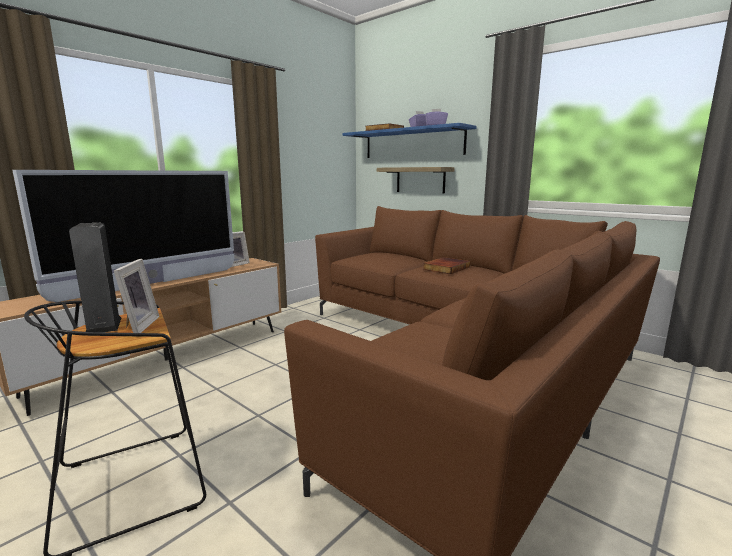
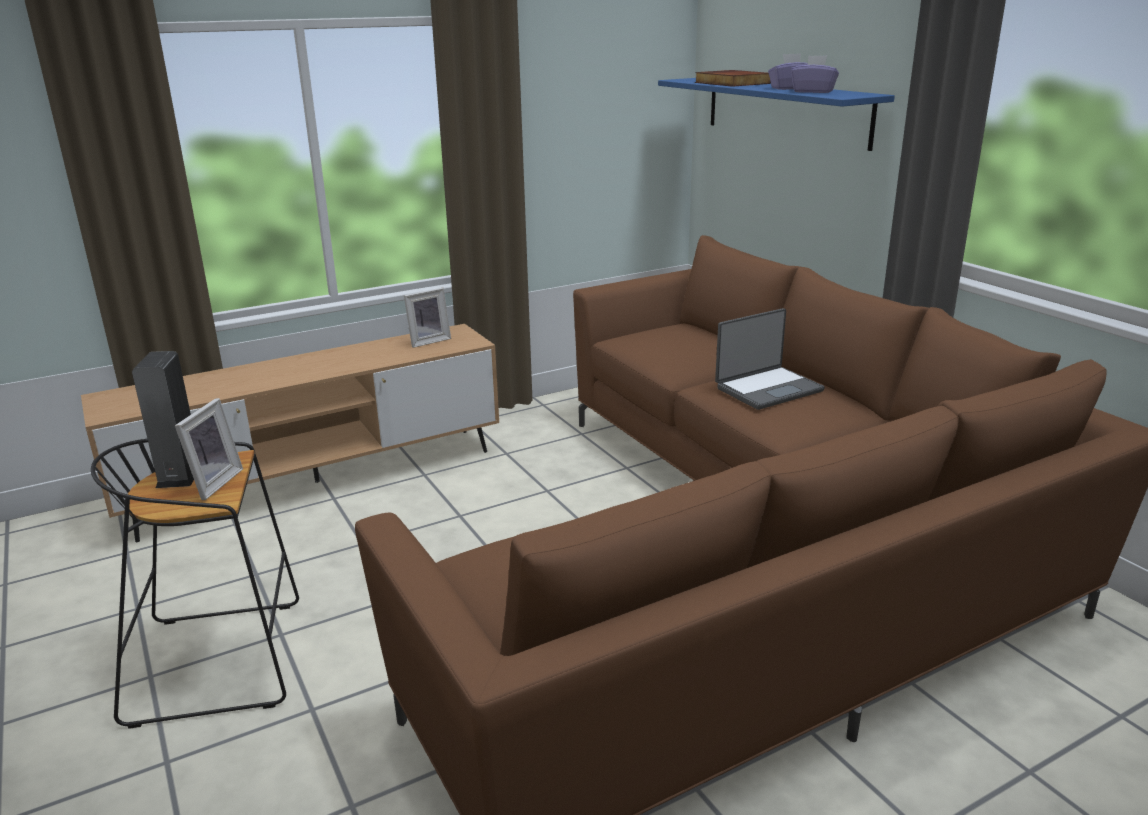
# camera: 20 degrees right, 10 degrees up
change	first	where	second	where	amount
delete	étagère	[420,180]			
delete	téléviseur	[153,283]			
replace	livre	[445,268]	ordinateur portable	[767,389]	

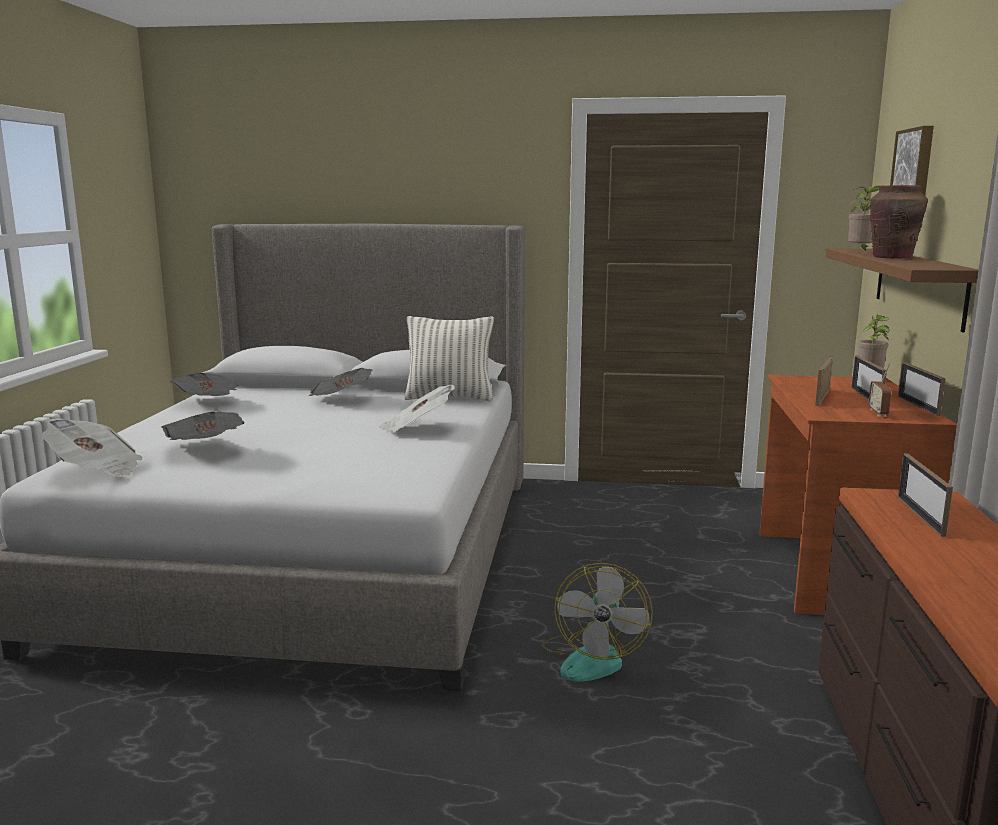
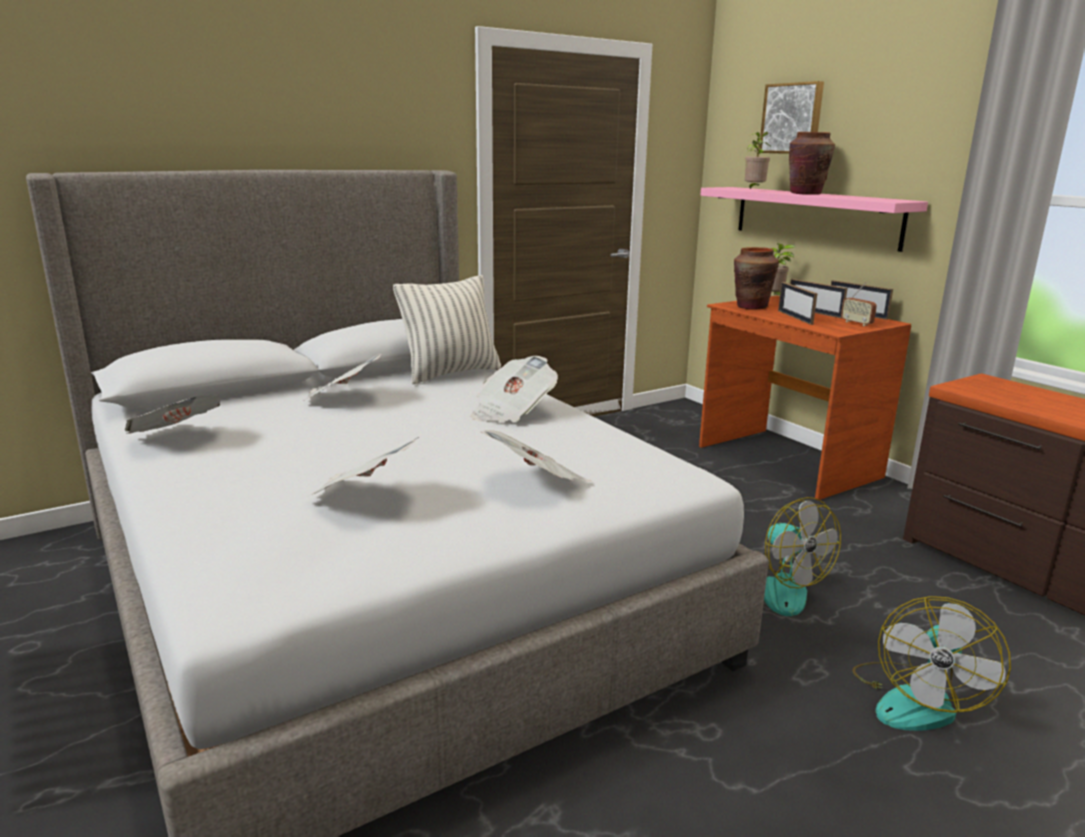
# camera: 40 degrees left, 5 degrees up
change	first	where	second	where	amount
recolor	étagère/marron	[918,285]	étagère/rose	[815,216]	
move	journal	[97,470]		[536,483]	
delete	cadre photo	[920,516]			
insert			vase/marron	[751,307]	
insert			ventilateur	[916,700]	

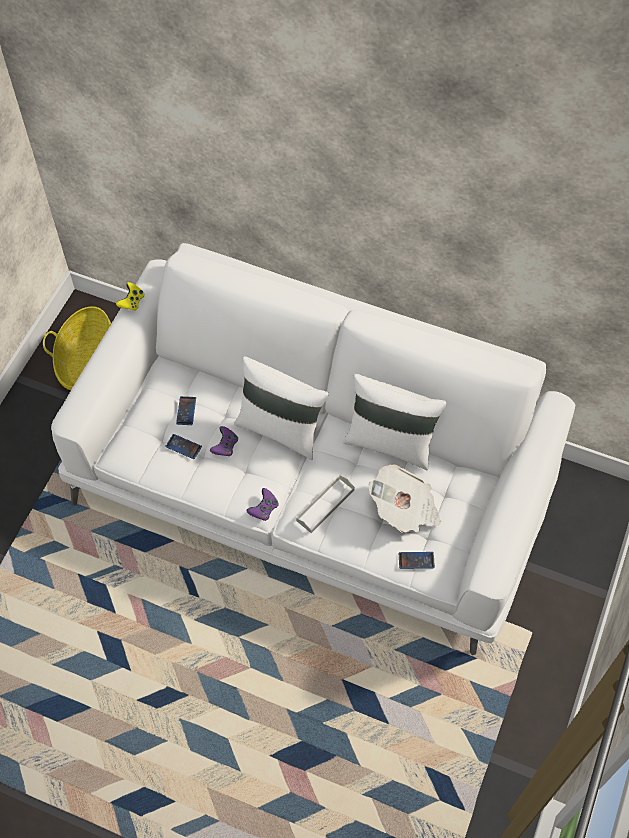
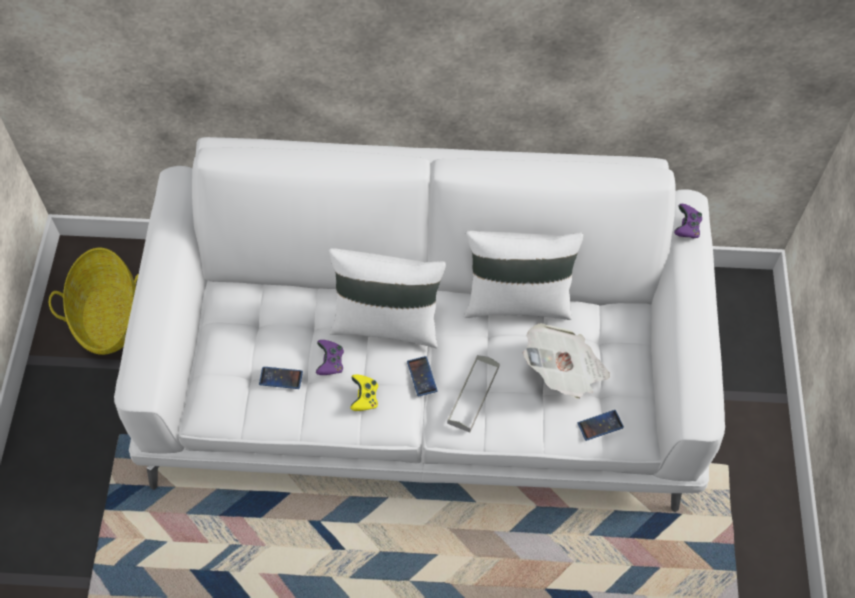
# camera: 20 degrees left, 0 degrees up
change	first	where	second	where	amount
move	manette/jaune	[132,302]		[364,398]	
move	téléphone	[186,411]		[422,376]	
move	manette/violet	[264,509]		[686,228]	

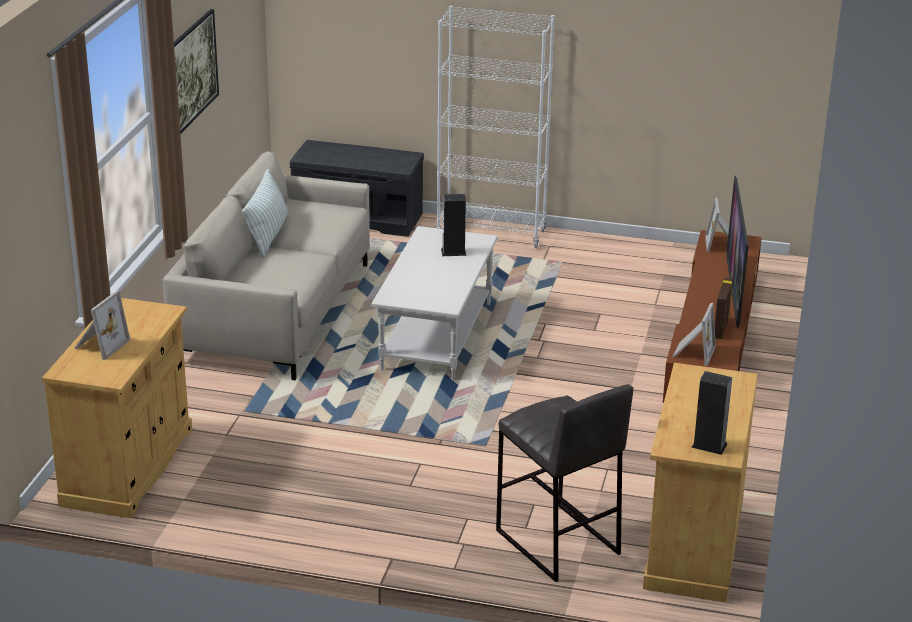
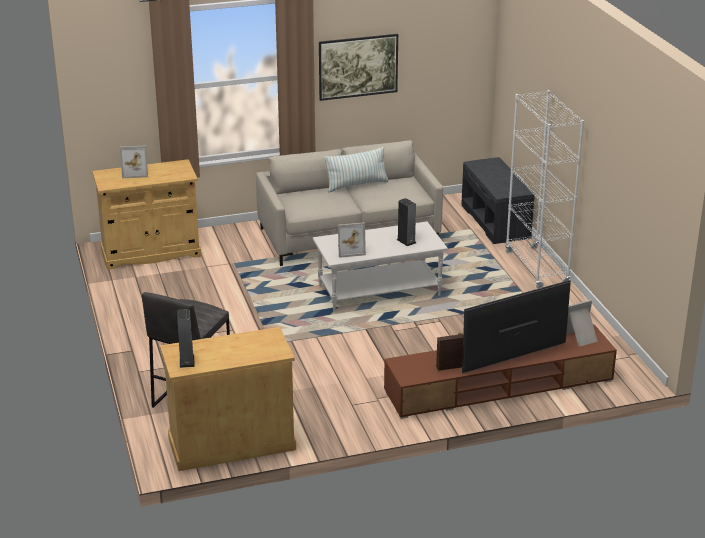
# camera: 60 degrees right, 0 degrees up
change	first	where	second	where	amount
move	cadre photo	[692,353]		[350,250]	

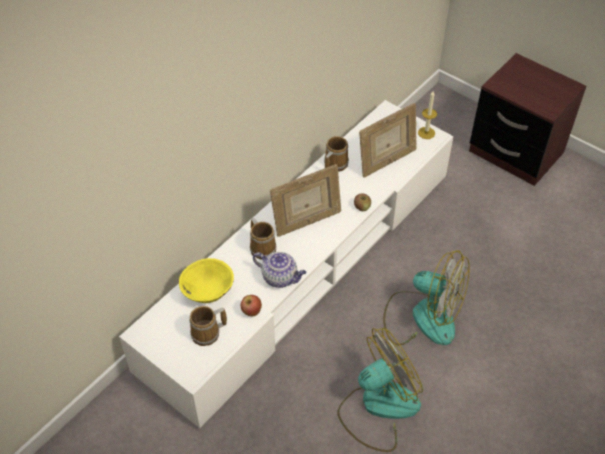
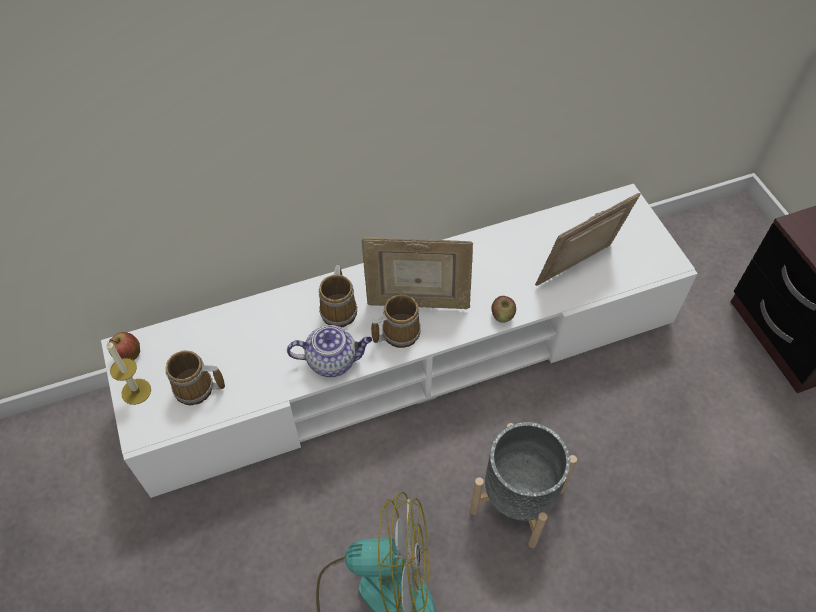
# camera: 30 degrees right, 5 degrees up
change	first	where	second	where	amount
move	bougie	[426,133]		[136,391]	
rotate	cadre photo	[386,162]		[578,268]	150 degrees clockwise
move	mug	[334,164]		[398,332]	
replace	ventilateur	[422,316]	cache-pot/gris	[516,500]	
rotate	théière	[280,277]		[333,360]	60 degrees counterclockwise
delete	bol/jaune	[208,292]			
move	pomme	[251,312]		[128,355]	

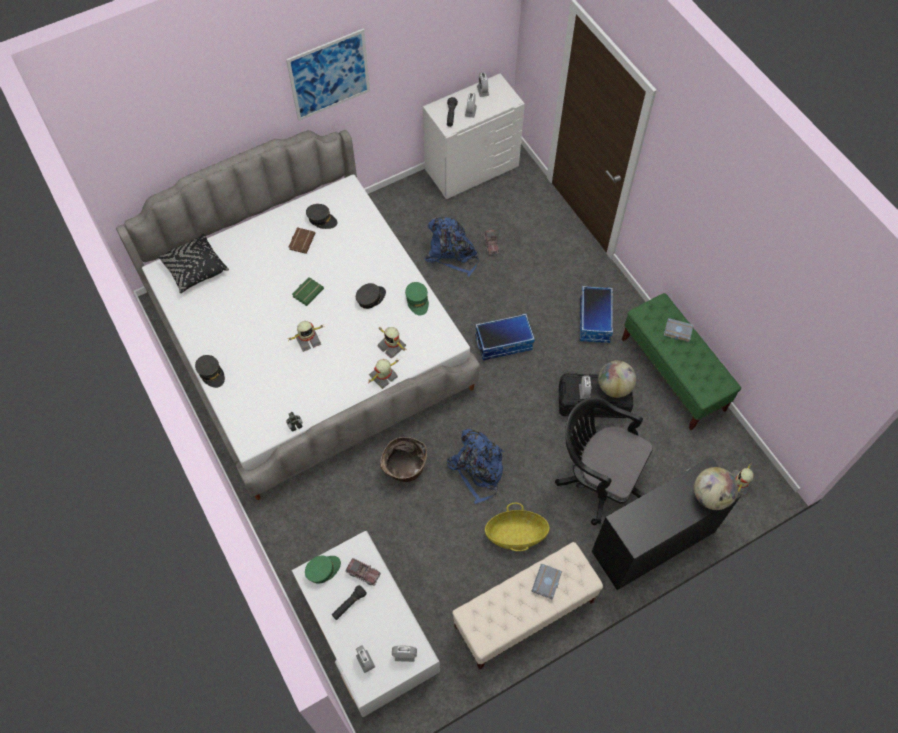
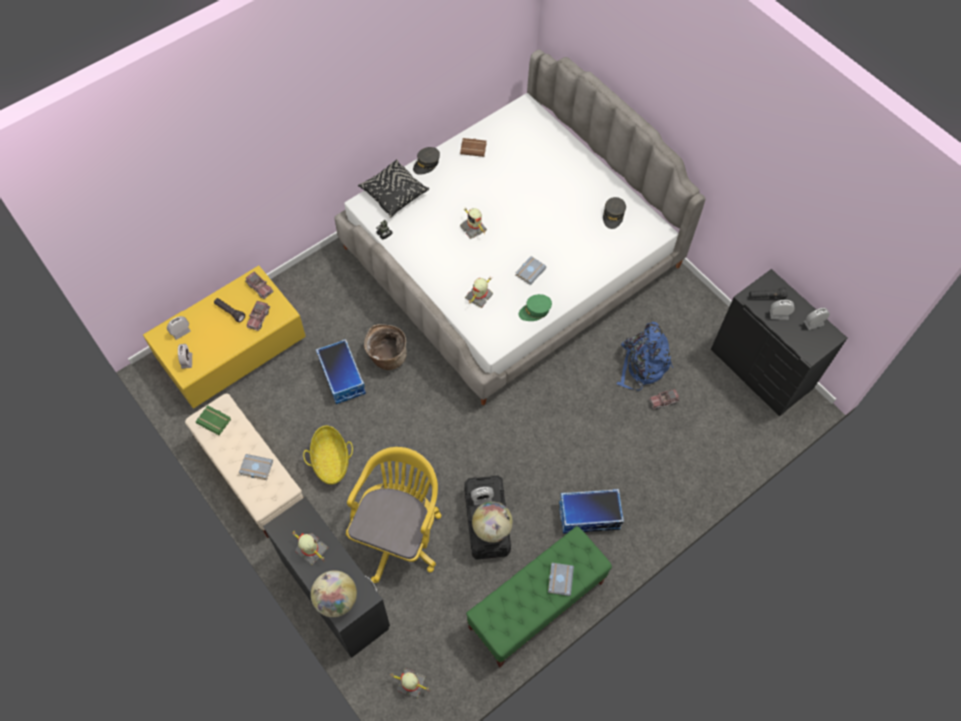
# camera: 80 degrees right, 0 degrees up
change	first	where	second	where	amount
delete	tableau	[329,75]			
recolor	commode/blanc	[471,168]	commode/noir	[762,369]	
move	livre/marron	[301,241]		[474,148]	
move	coussin/noir	[195,269]		[394,194]	
move	livre/vert	[308,292]		[215,421]	
replace	casquette/gris	[371,298]	livre/gris	[530,271]	
move	boîte de rangement	[504,342]		[343,377]	
move	robot jouet	[384,377]		[311,550]	
recolor	chaise de bureau/noir	[597,479]	chaise de bureau/jaune	[398,533]	
delete	sac à dos/bleu	[478,469]			
recolor	table basse/blanc	[368,630]	table basse/jaune	[232,351]	
replace	casquette/vert	[323,570]	camion jouet	[260,288]	

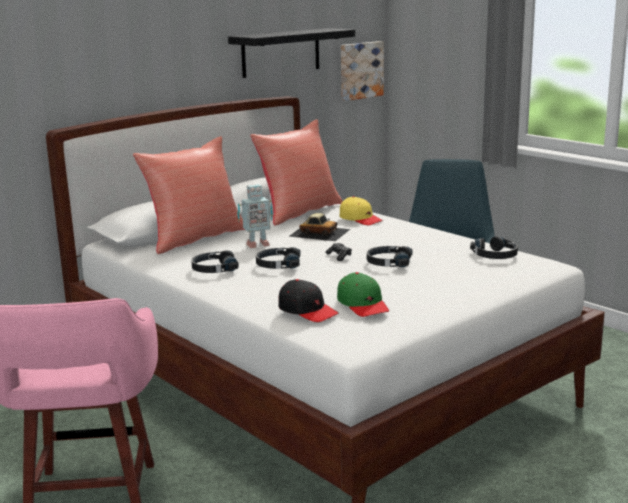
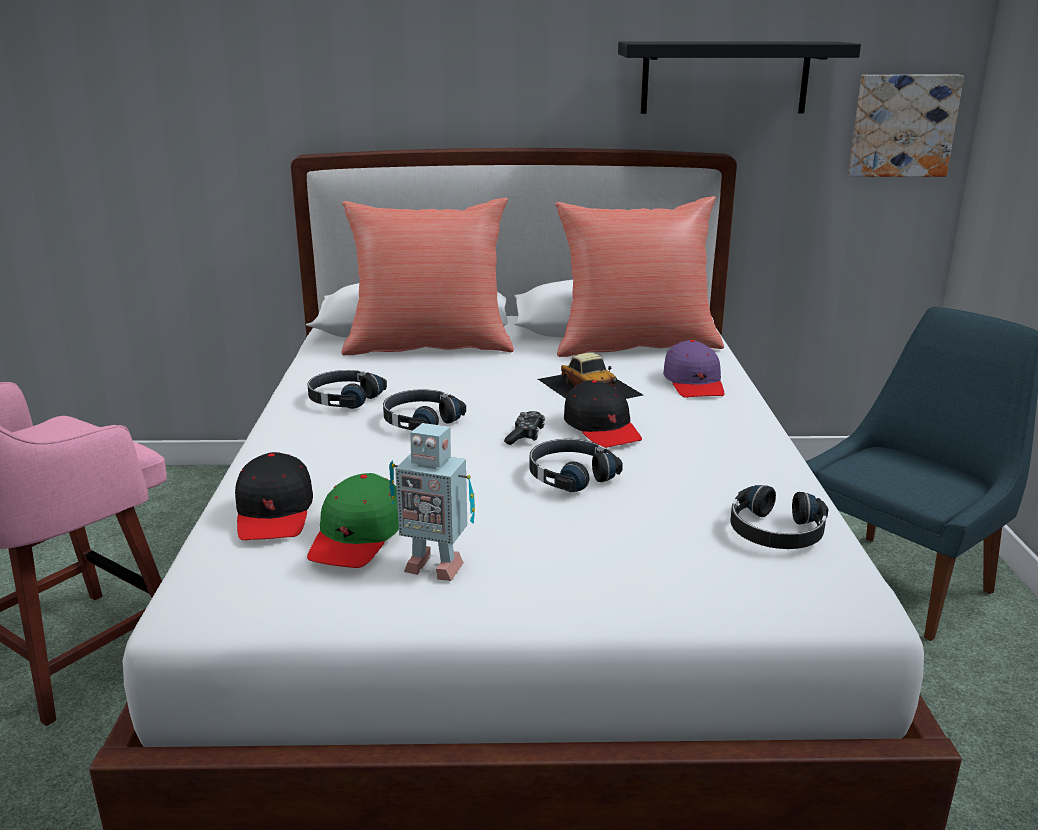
# camera: 40 degrees right, 5 degrees up
change	first	where	second	where	amount
move	robot jouet	[256,245]		[434,565]	
recolor	casquette/jaune	[360,219]	casquette/violet	[694,383]	
insert			casquette/noir	[602,428]	

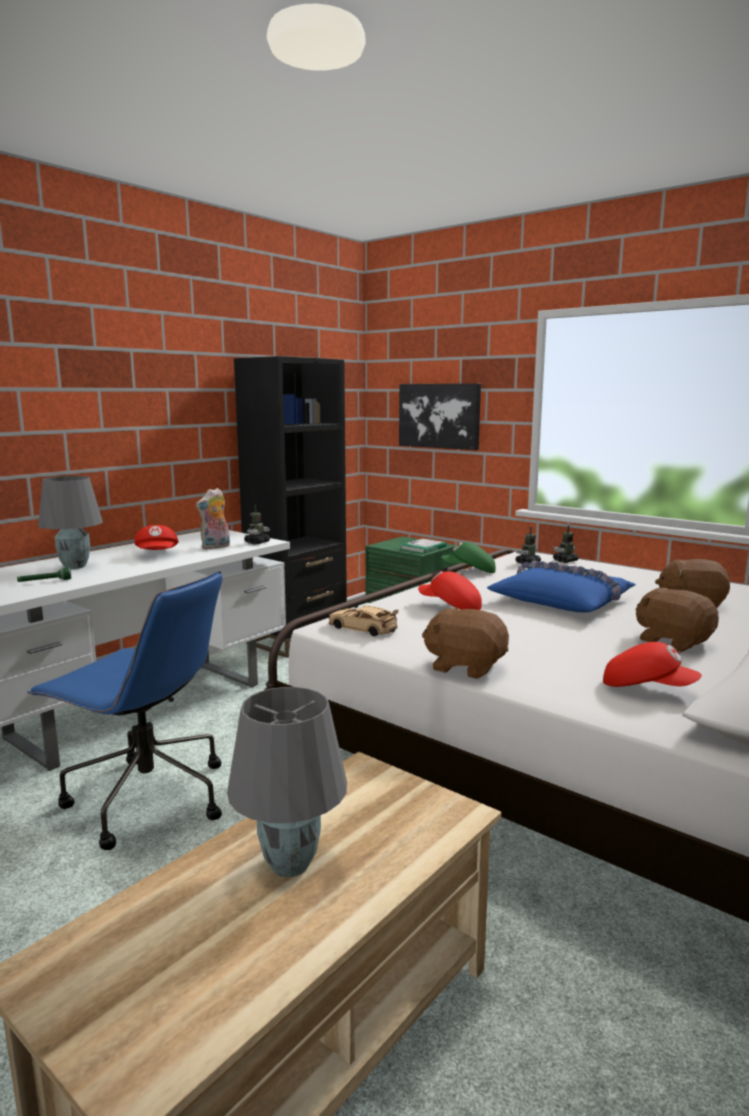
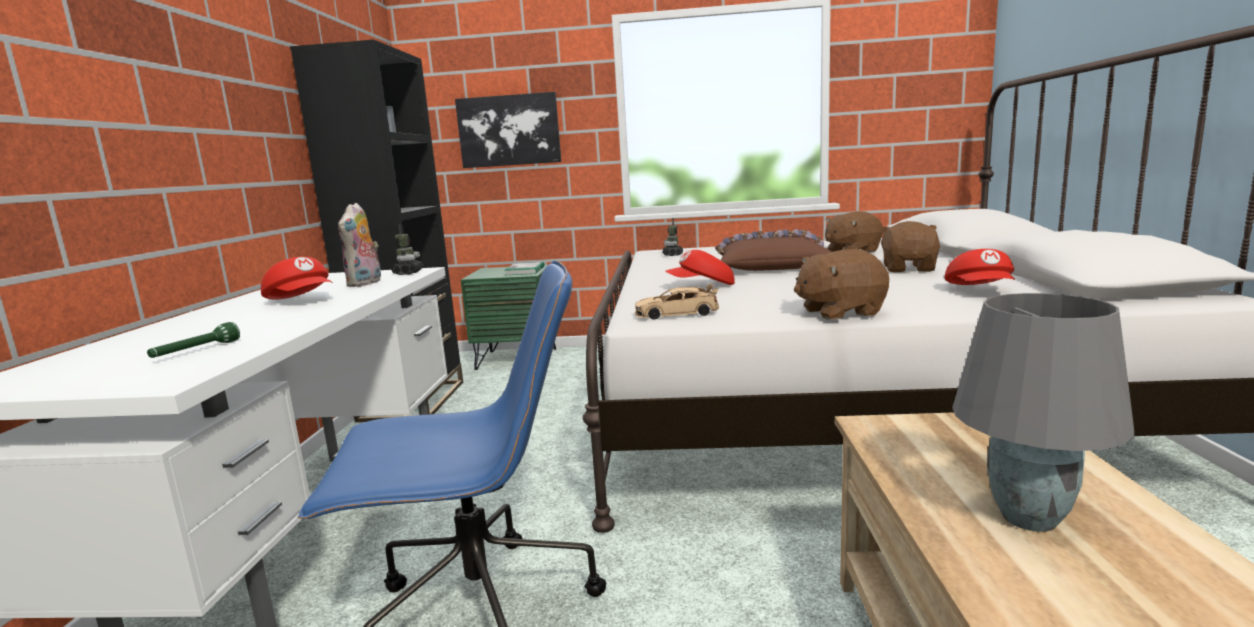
# camera: 35 degrees left, 0 degrees up
change	first	where	second	where	amount
delete	lampe de table/gris	[76,566]			
delete	robot jouet	[565,561]			
delete	casquette/vert	[469,571]			
recolor	coussin/bleu	[562,600]	coussin/marron	[770,266]	
rotate	peluche/marron	[673,642]		[909,269]	90 degrees clockwise
rotate	casquette/rouge	[647,688]		[980,291]	105 degrees clockwise

